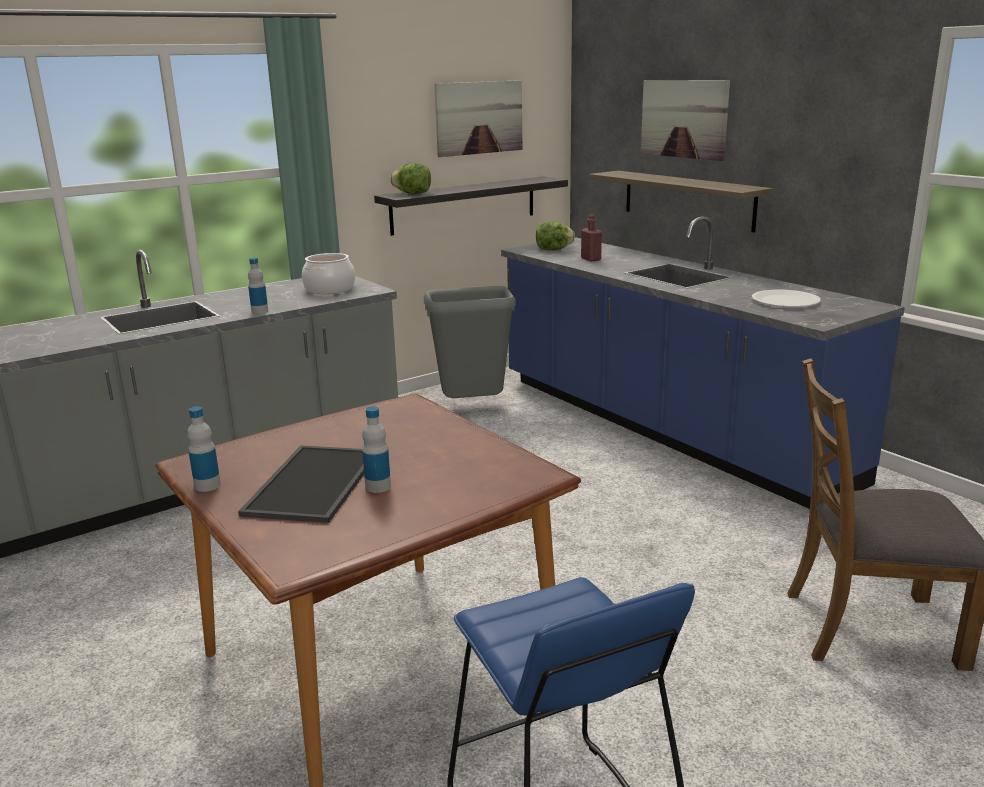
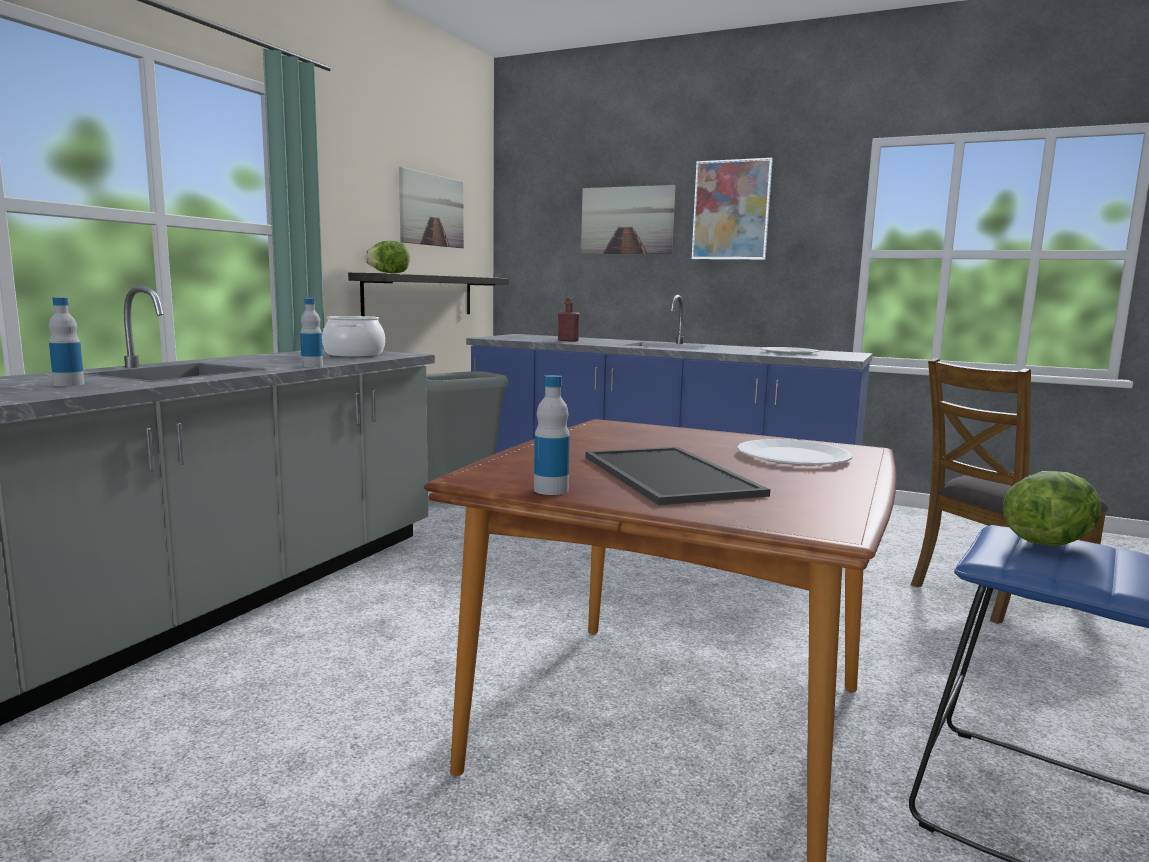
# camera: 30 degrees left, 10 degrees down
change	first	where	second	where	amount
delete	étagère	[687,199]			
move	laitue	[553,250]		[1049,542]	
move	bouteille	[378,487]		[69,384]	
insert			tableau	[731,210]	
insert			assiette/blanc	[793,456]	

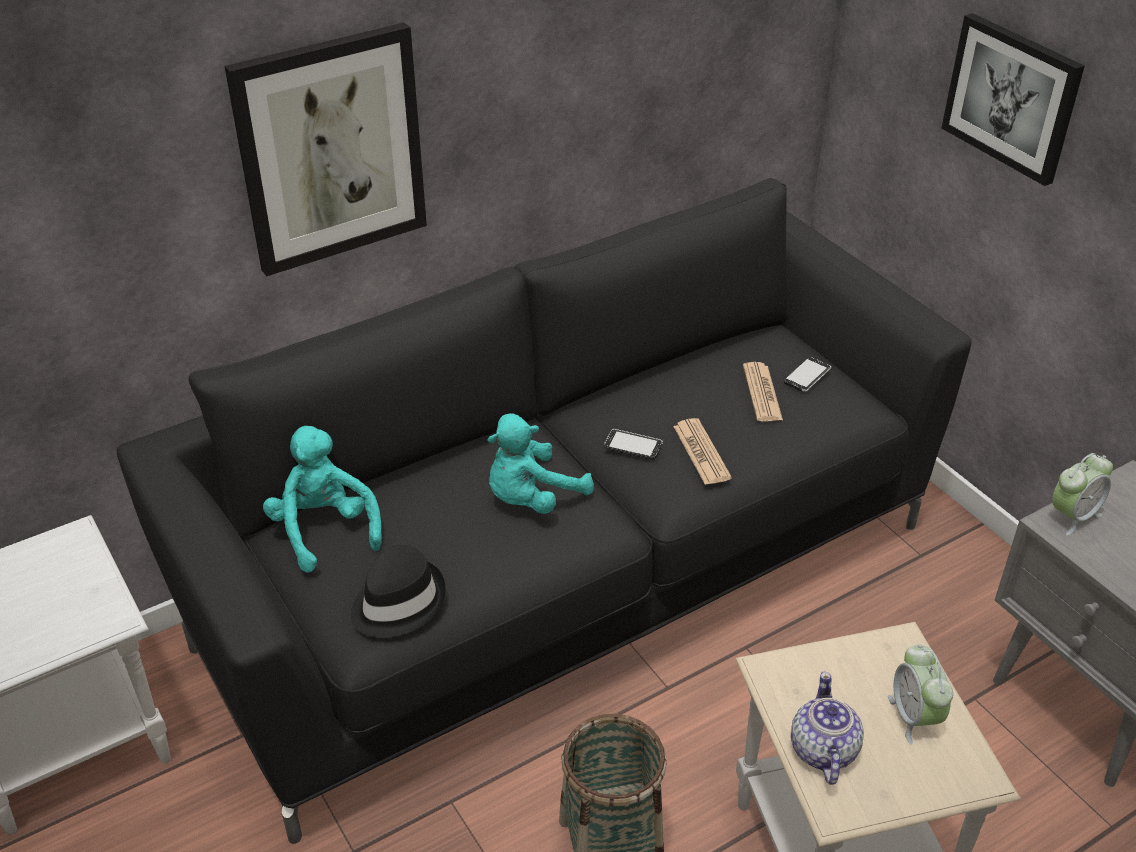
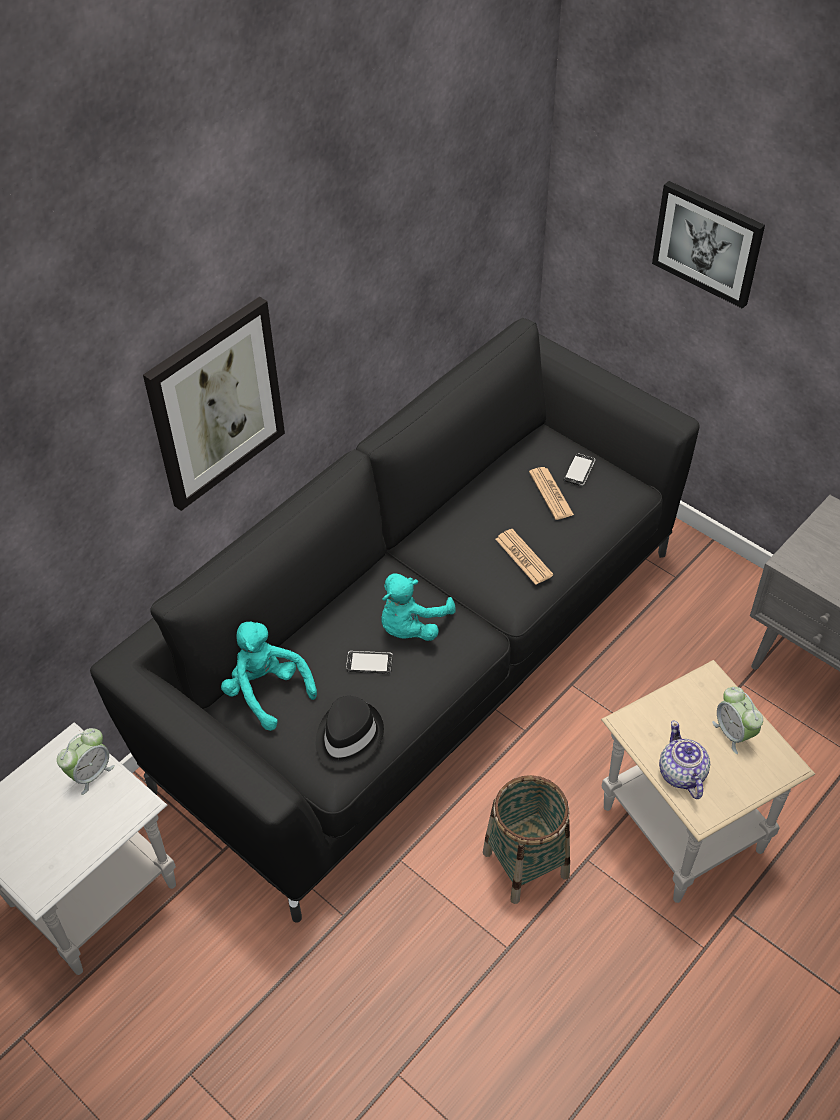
# camera: 15 degrees left, 10 degrees up
change	first	where	second	where	amount
move	téléphone	[633,446]		[369,663]	
move	réveil	[1073,516]		[90,773]	

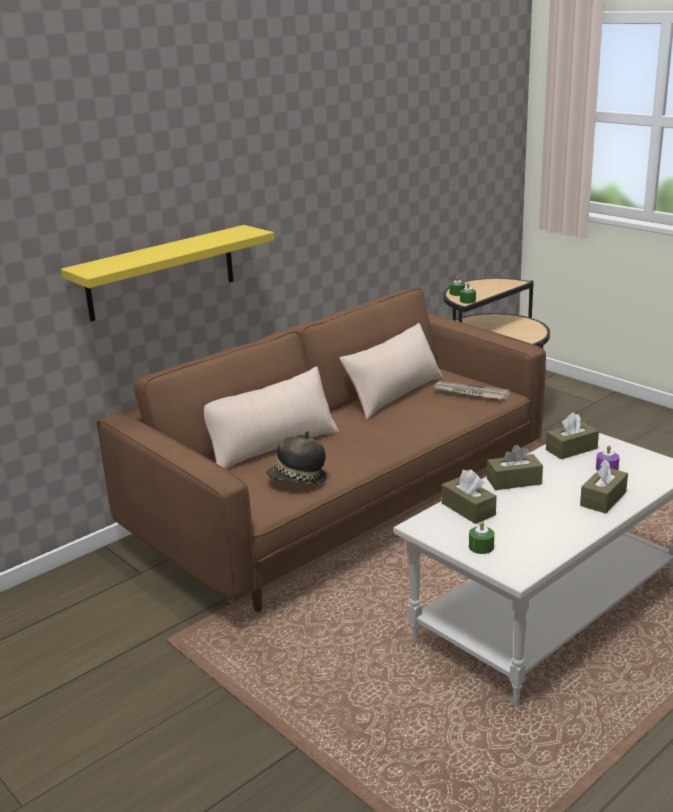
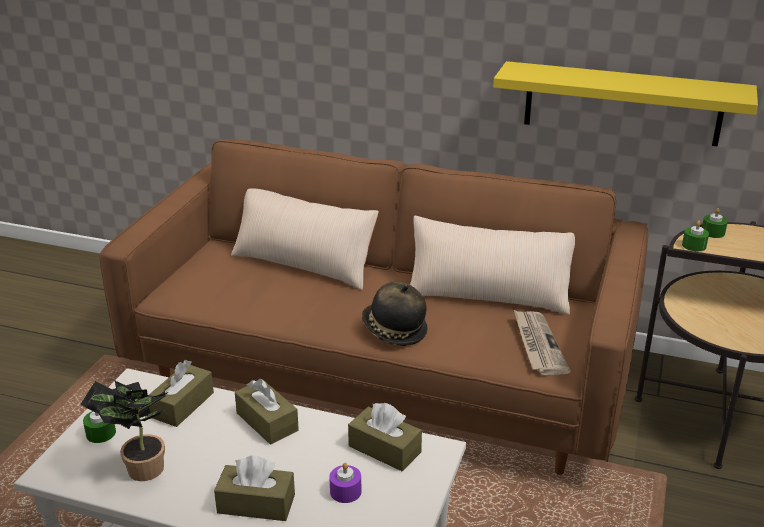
# camera: 60 degrees right, 5 degrees up
change	first	where	second	where	amount
move	étagère/jaune	[161,272]		[622,104]	
move	chapeau	[297,480]		[393,331]	
insert			plante en pot	[140,470]	

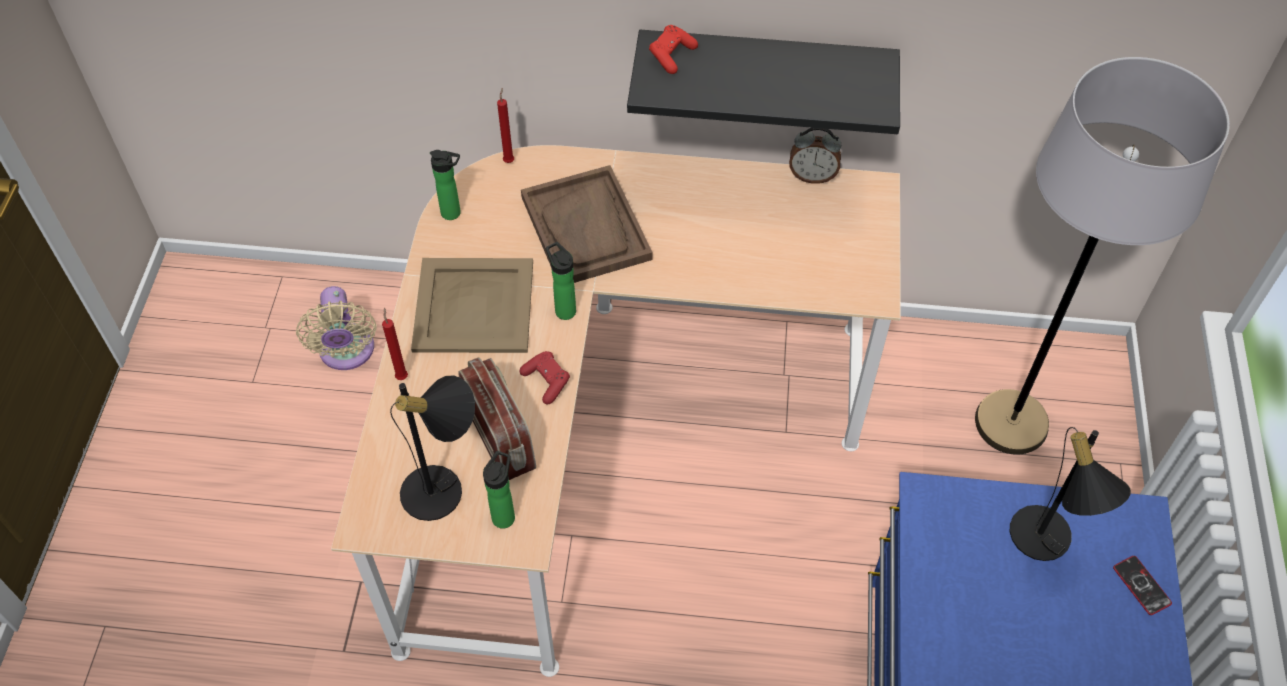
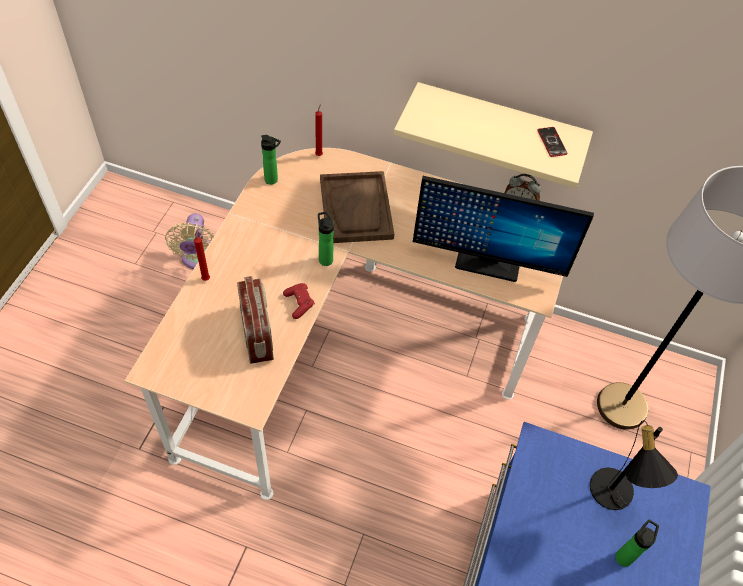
# camera: 10 degrees right, 0 degrees up
change	first	where	second	where	amount
delete	manette/rouge	[671,56]			
recolor	étagère/noir	[765,71]	étagère/beige	[498,128]	
delete	plateau/beige	[475,305]			
delete	lampe de table/noir	[443,489]			
move	bouteille	[505,515]		[624,555]	
move	téléphone	[1141,585]		[552,142]	
insert			écran d'ordinateur	[487,262]	

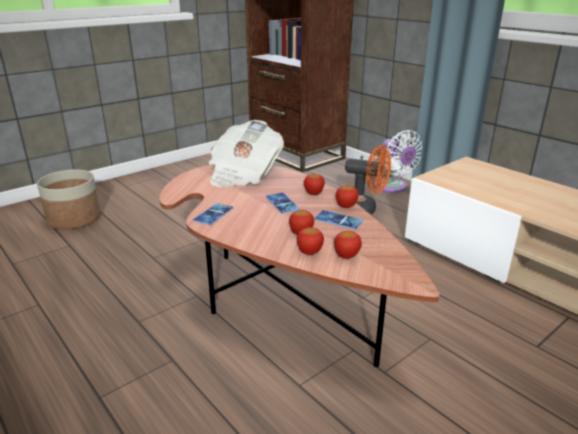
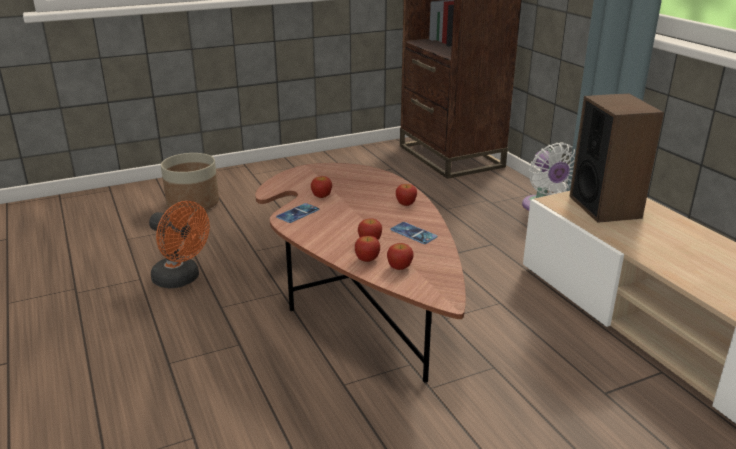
# camera: 15 degrees right, 0 degrees up
change	first	where	second	where	amount
delete	journal	[243,174]			
move	ventilateur/orange	[364,210]		[181,279]	
move	pomme	[346,206]		[322,196]	
delete	téléphone	[282,203]			
insert			enceinte	[605,207]	

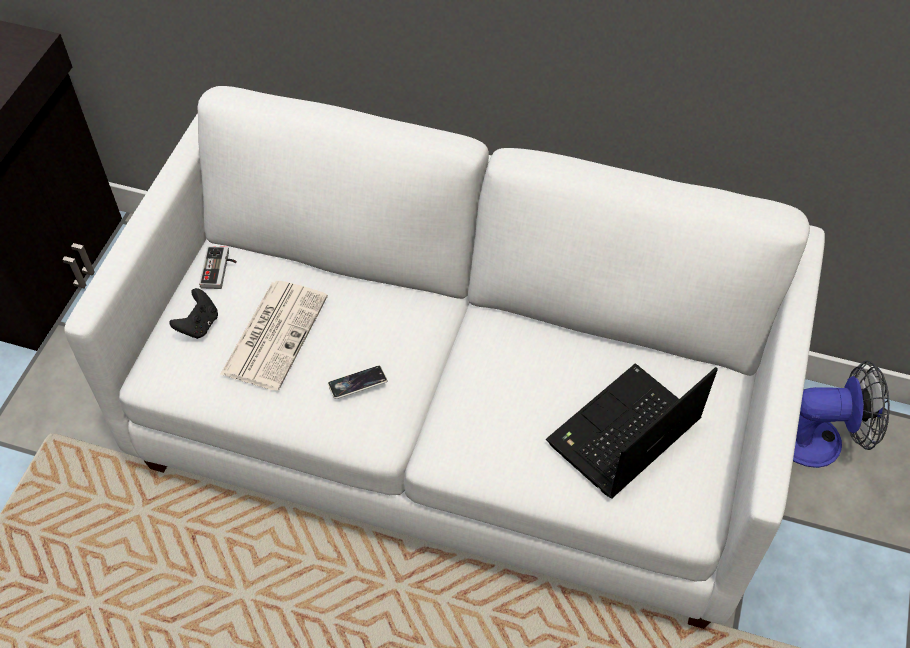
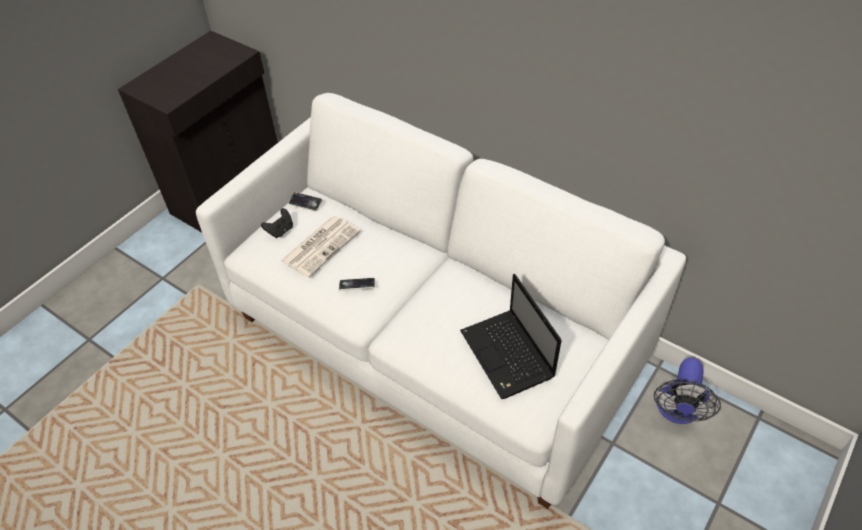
# camera: 20 degrees right, 5 degrees down
change	first	where	second	where	amount
replace	manette	[220,270]	téléphone	[305,203]	
rotate	ventilateur	[821,440]		[677,411]	90 degrees clockwise
rotate	ordinateur portable	[622,435]		[508,356]	90 degrees counterclockwise

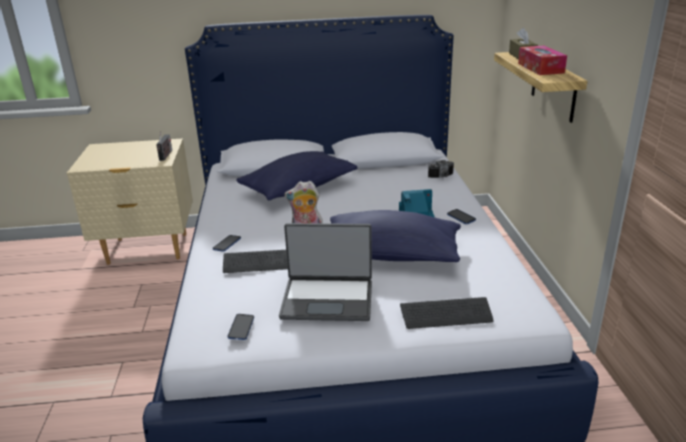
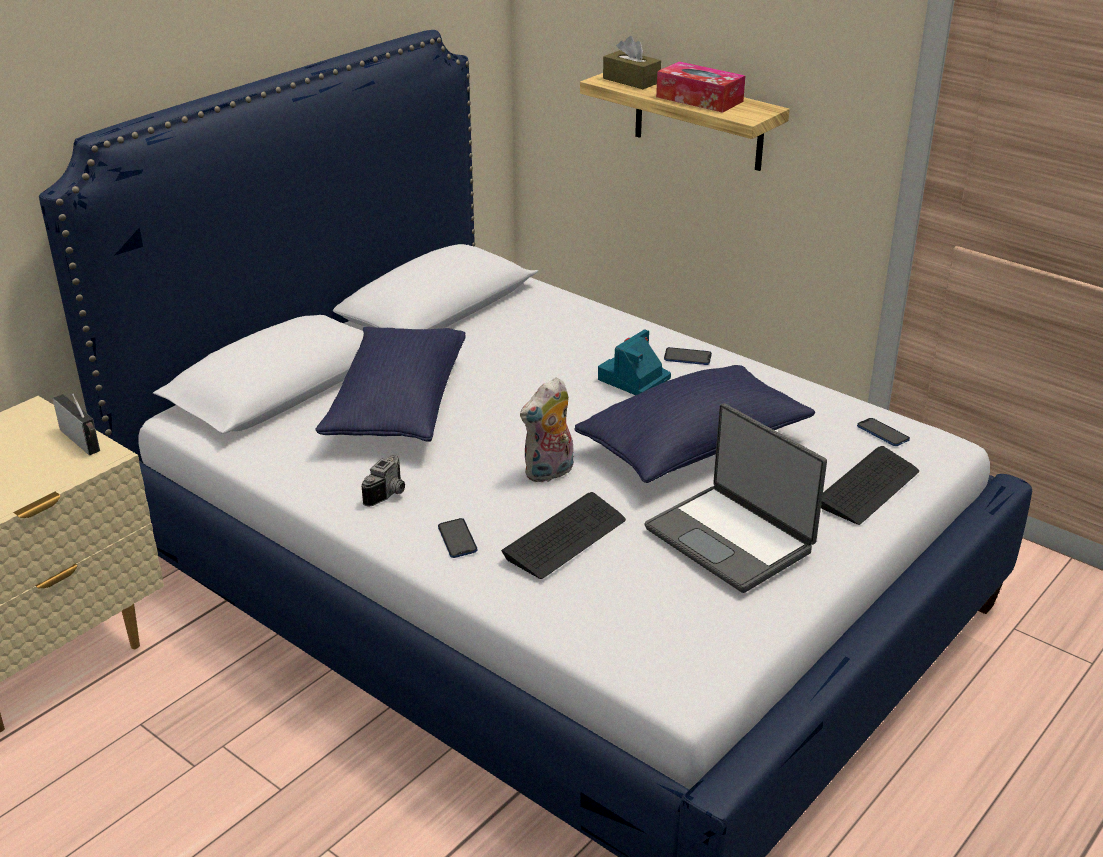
# camera: 45 degrees left, 5 degrees up
change	first	where	second	where	amount
move	appareil photo	[442,177]		[390,494]	
rotate	ordinateur portable	[327,299]		[731,539]	90 degrees clockwise
move	téléphone	[241,327]		[882,433]	

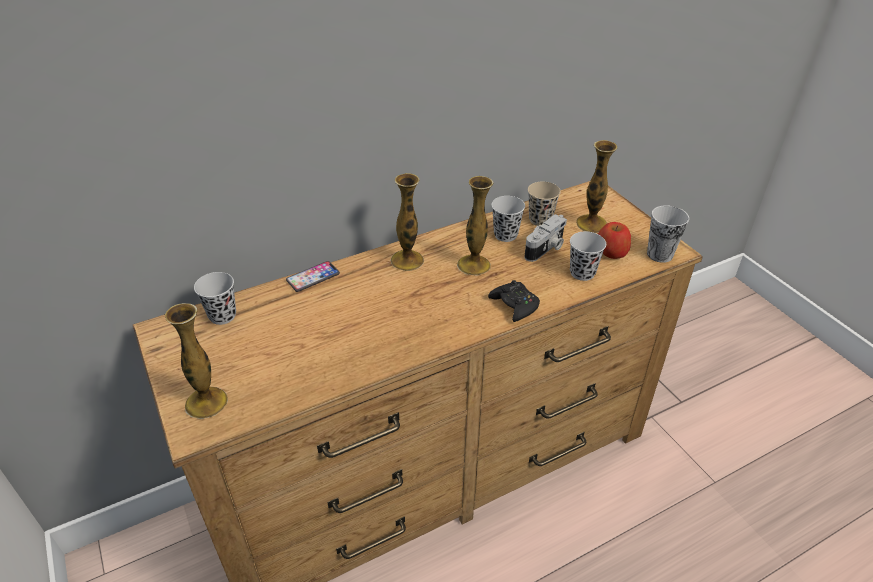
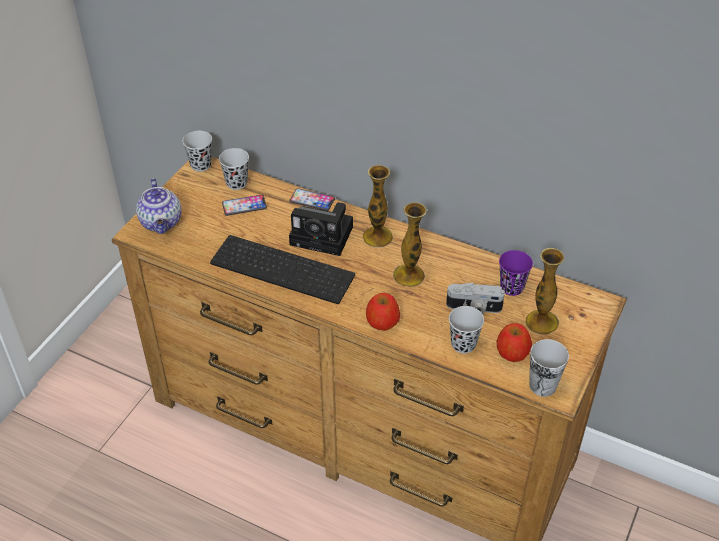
# camera: 55 degrees right, 5 degrees up
change	first	where	second	where	amount
recolor	tasse/beige	[540,220]	tasse/violet	[511,287]	
move	tasse/noir	[505,235]		[201,165]	
replace	manette/noir	[514,305]	pomme	[383,321]	
replace	vase	[206,402]	théière	[162,223]	
insert			téléphone	[244,206]	
insert			appareil photo	[324,236]	
insert			clavier	[284,268]	

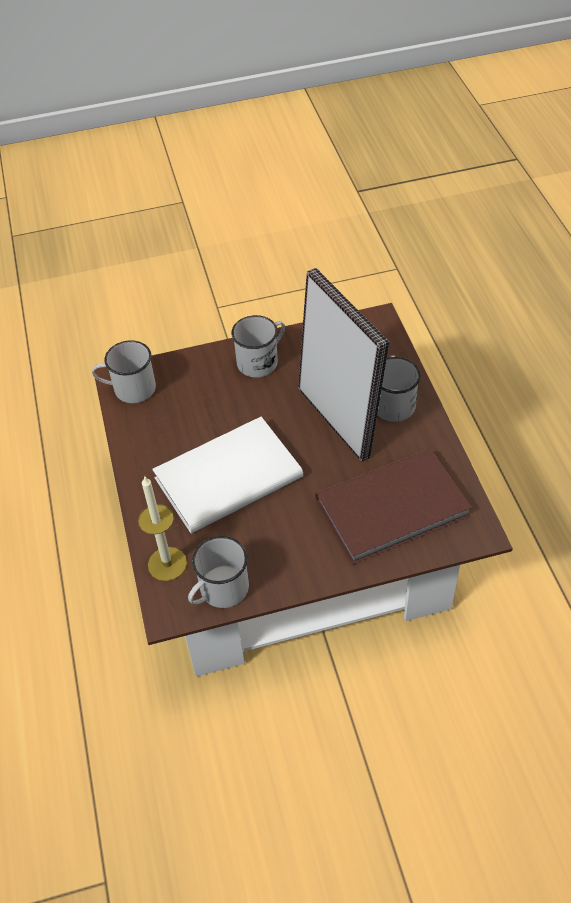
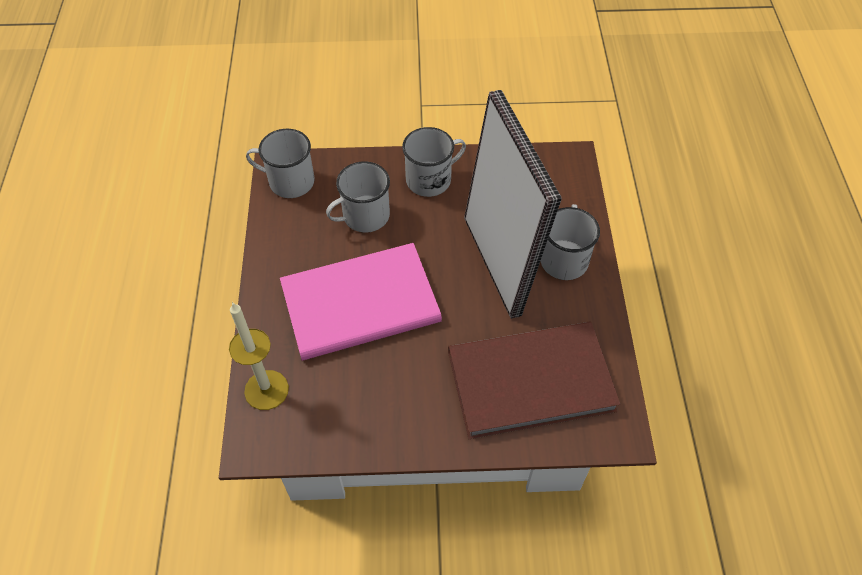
# camera: 10 degrees right, 5 degrees up
change	first	where	second	where	amount
recolor	livre/blanc	[225,476]	livre/rose	[357,302]	
move	mug/blanc	[218,593]		[359,218]	

